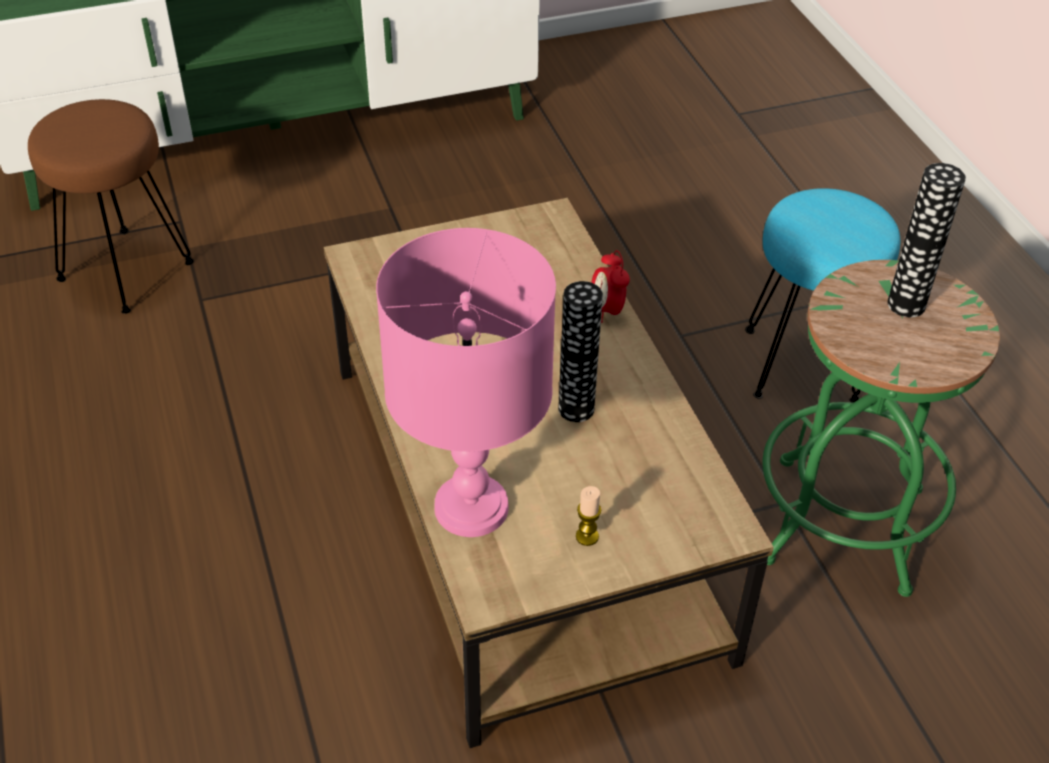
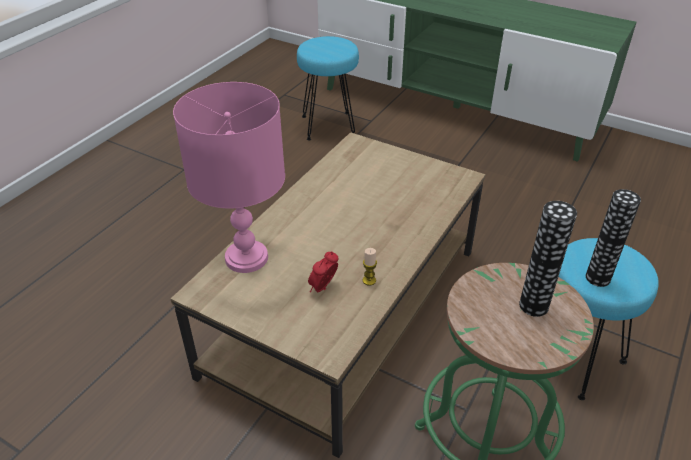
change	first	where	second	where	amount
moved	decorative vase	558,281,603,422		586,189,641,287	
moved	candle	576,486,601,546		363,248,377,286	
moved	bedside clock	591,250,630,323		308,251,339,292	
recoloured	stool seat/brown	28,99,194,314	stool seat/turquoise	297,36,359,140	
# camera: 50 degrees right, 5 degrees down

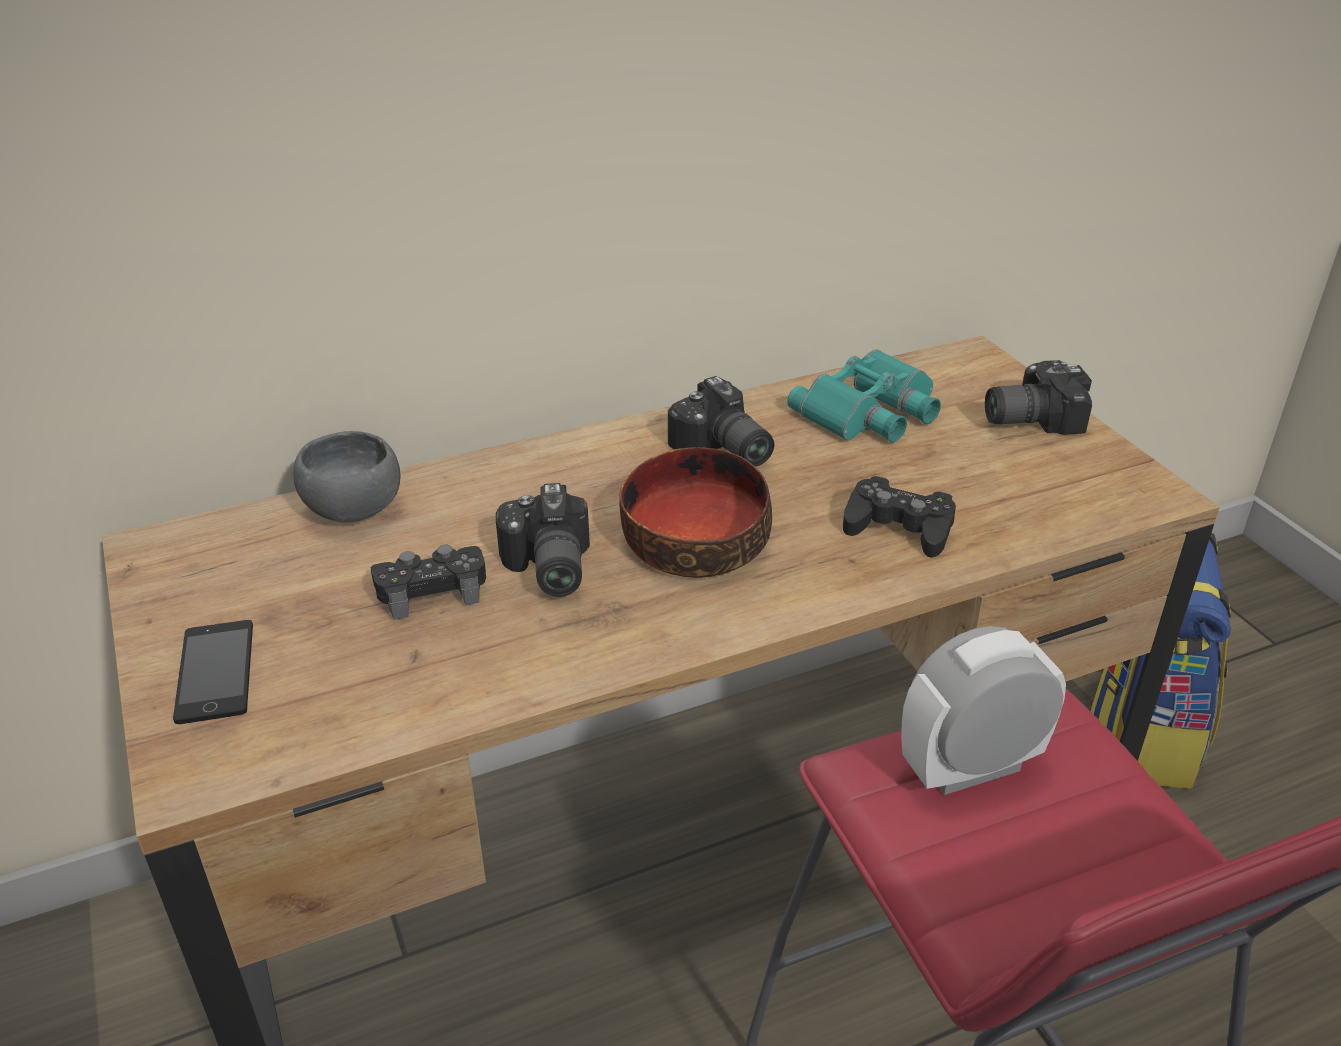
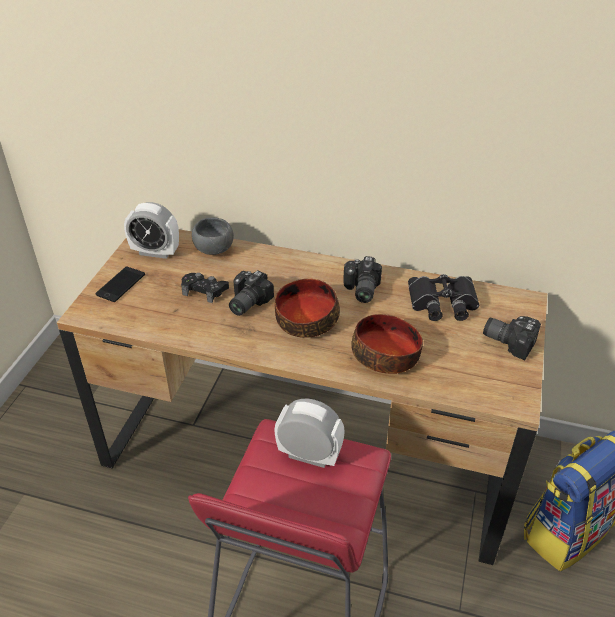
change	first	where	second	where	amount
added			bedside clock	124,202,179,259	
replaced	joypad/black-coloured	843,476,956,558	serving bowl	351,314,423,374	
recoloured	pair of binoculars/turquoise	787,349,941,443	pair of binoculars/black-coloured	408,274,479,321	
# camera: 40 degrees right, 5 degrees up

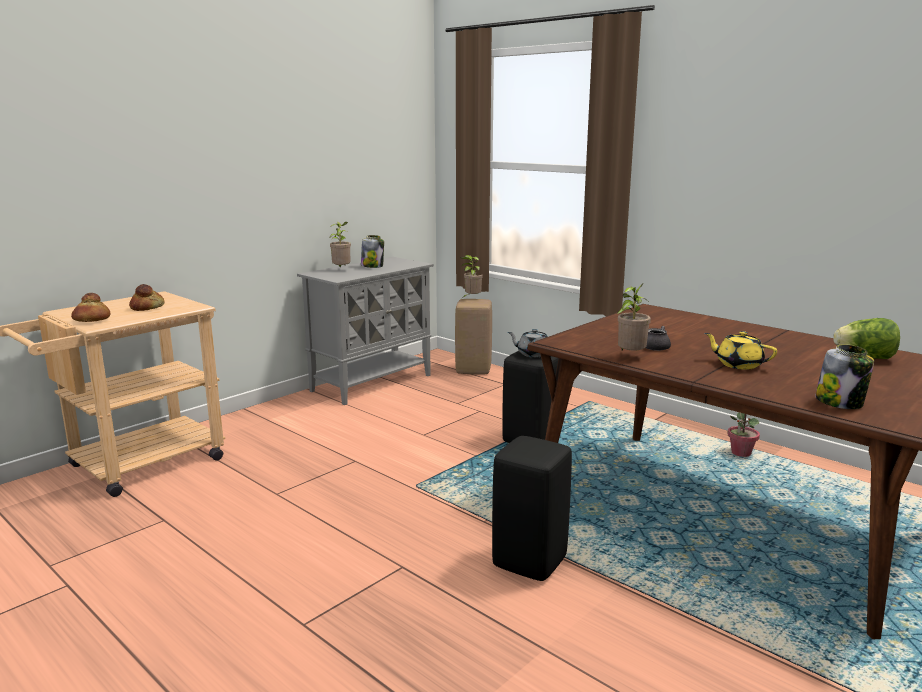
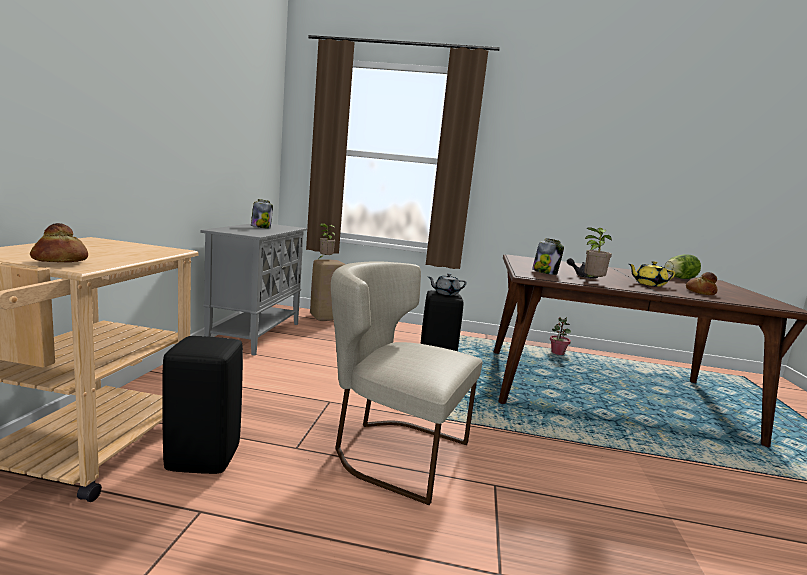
change	first	where	second	where	amount
removed	houseplant	330,222,351,268			
added			upright chair/beige	331,261,483,505	
moved	bakery bread	129,284,165,311		686,272,717,295	
moved	stool seat/black-coloured	492,436,572,581		162,336,243,474	
moved	storage jar	815,344,874,409		532,238,564,275	
# camera: 35 degrees left, 5 degrees down

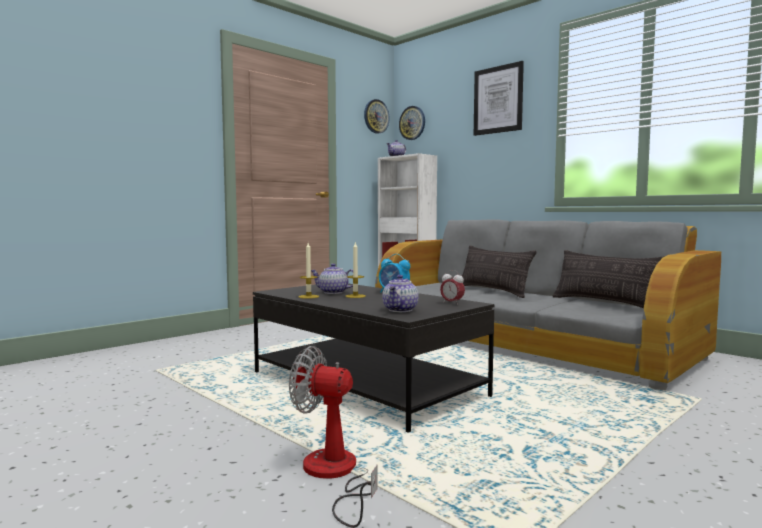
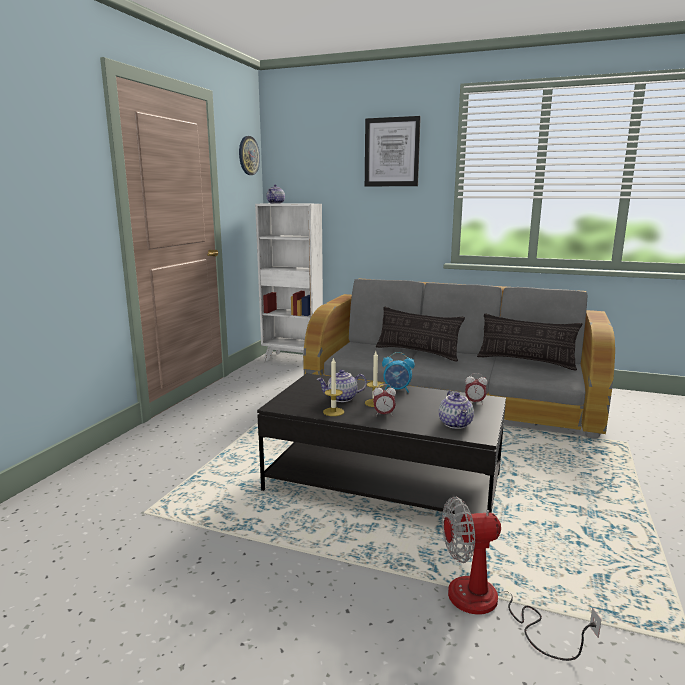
change	first	where	second	where	amount
removed	hanging clock	399,106,425,140			
added			bedside clock	373,384,396,416	
# camera: 25 degrees left, 10 degrees up

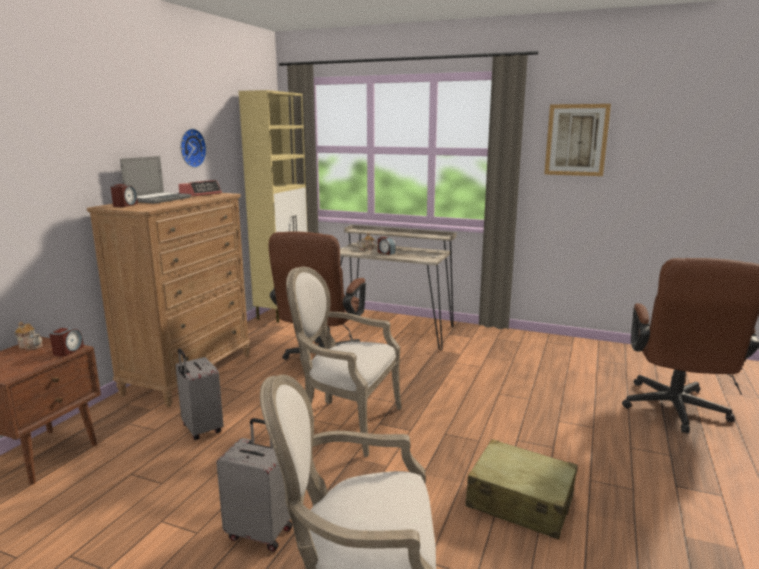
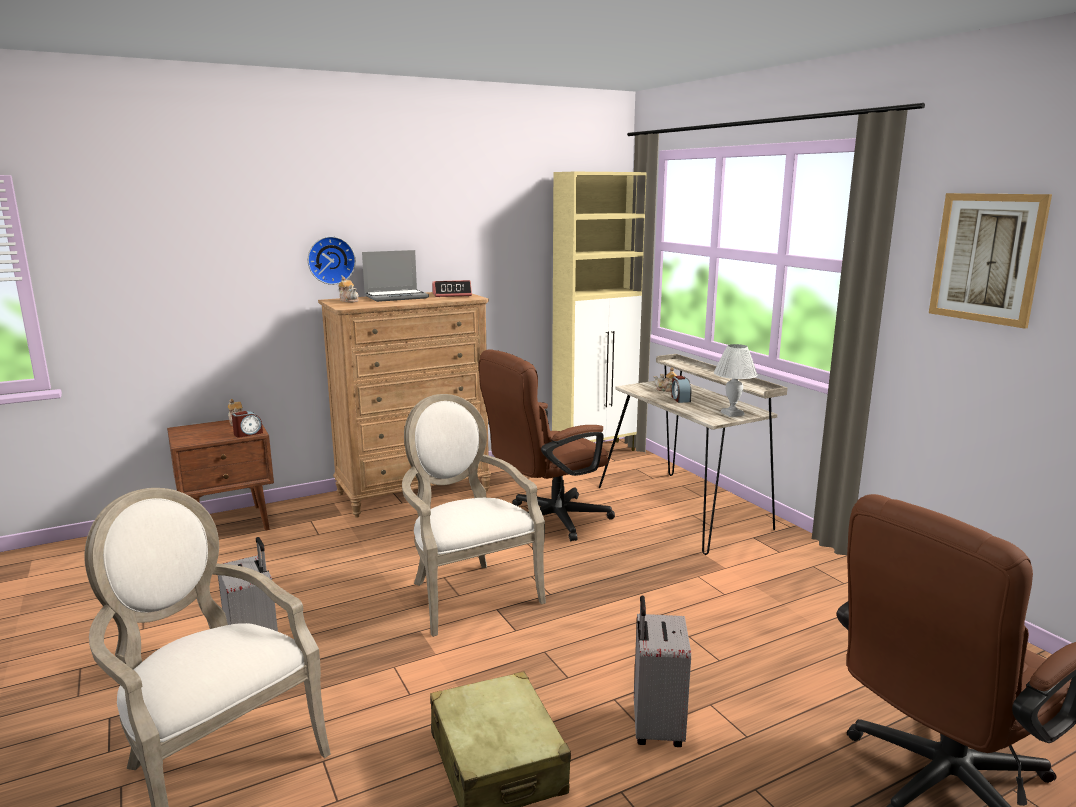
change	first	where	second	where	amount
added			tabletop lamp/white	714,344,757,417	
moved	piece of luggage/gray	175,348,223,440		634,596,691,747	
moved	hanging clock	180,128,207,168		308,236,356,285	
replaced	bedside clock	111,184,138,207	pot for tea	338,277,359,302	
# camera: 40 degrees right, 0 degrees up

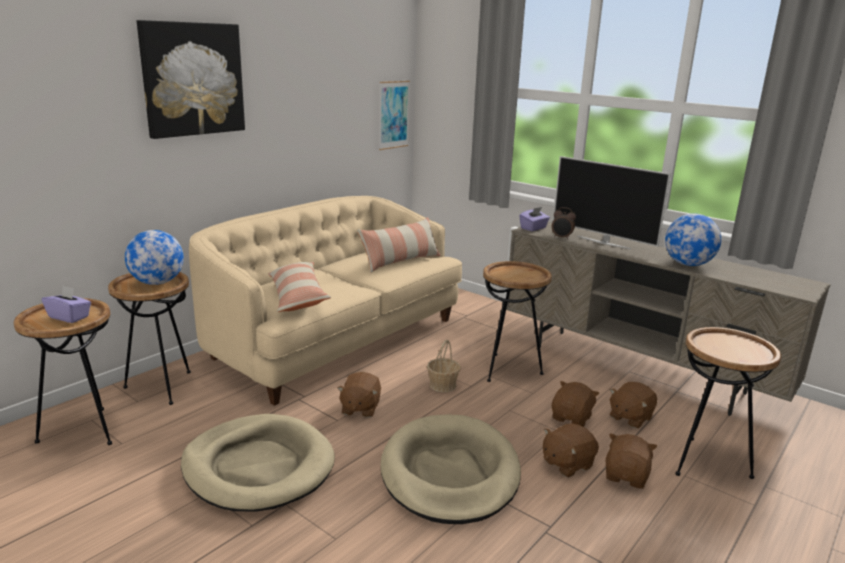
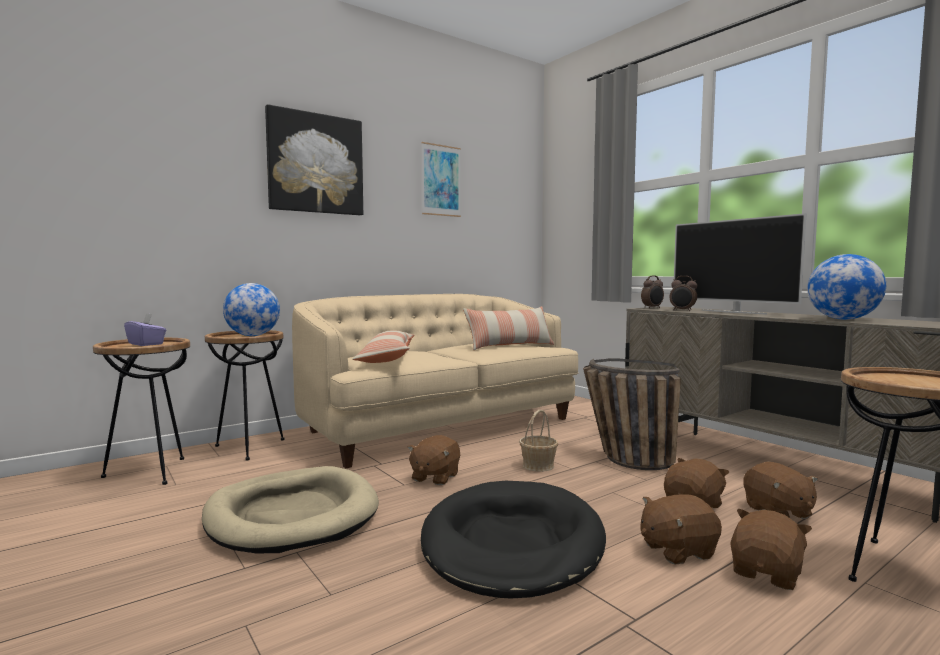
change	first	where	second	where	amount
moved	picture	379,81,410,150		422,142,461,217	
replaced	side table/brown	483,261,552,382	household basket	583,358,681,470	
replaced	box of tissues/purple-coloured	519,207,550,231	bedside clock	641,276,664,308	
recoloured	dog cushion/beige	380,414,521,524	dog cushion/black-coloured	421,481,606,599	
turned	plush toy/brown	610,382,657,428		743,461,818,519	75 degrees counterclockwise
# camera: 15 degrees right, 15 degrees down

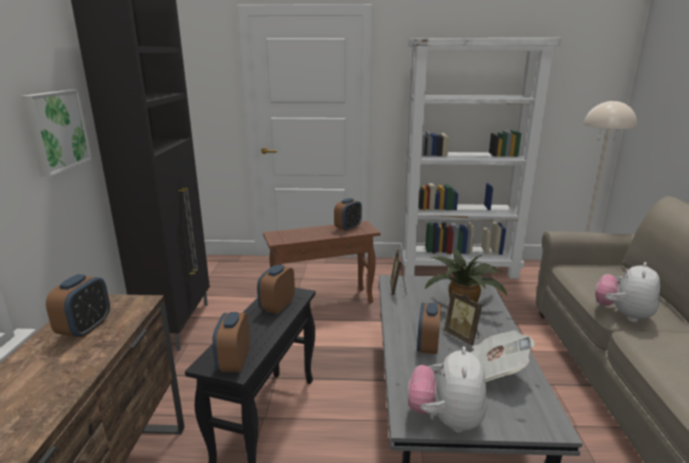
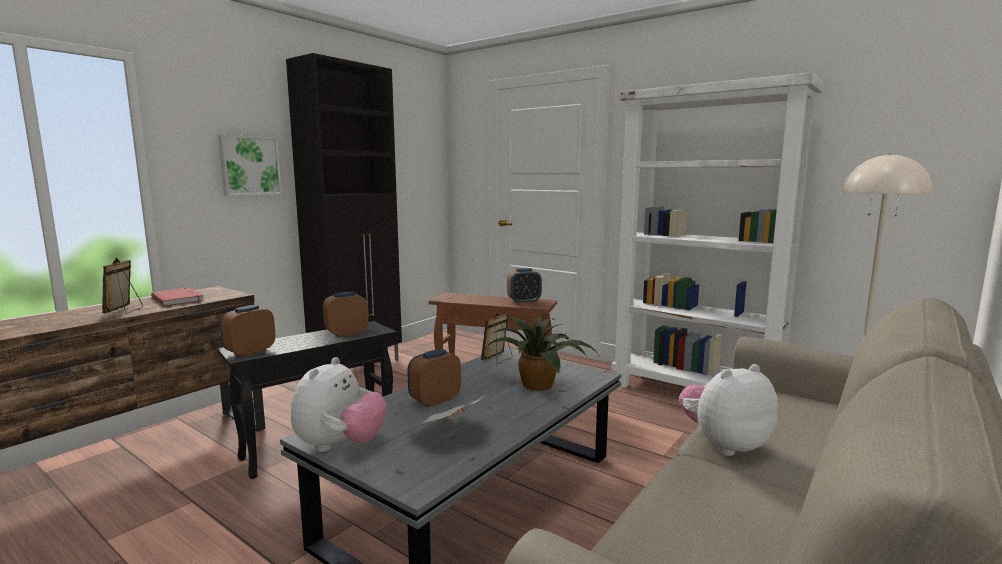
change	first	where	second	where	amount
moved	standing frame	444,291,482,346		102,258,143,314	
replaced	bedside clock	46,274,110,338	book/red-coloured	151,288,204,306	
turned	plush toy	408,346,487,432		291,357,387,452	150 degrees clockwise
# camera: 35 degrees right, 10 degrees down

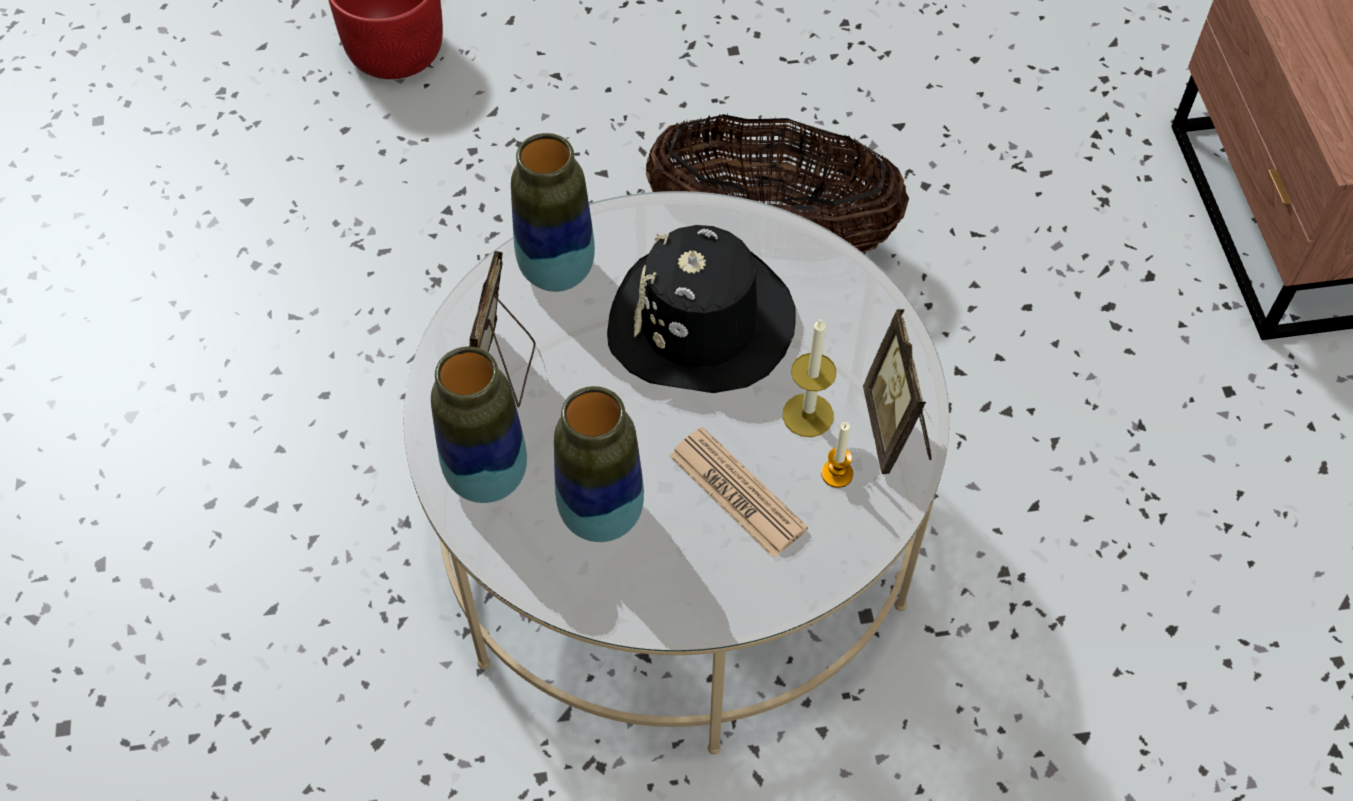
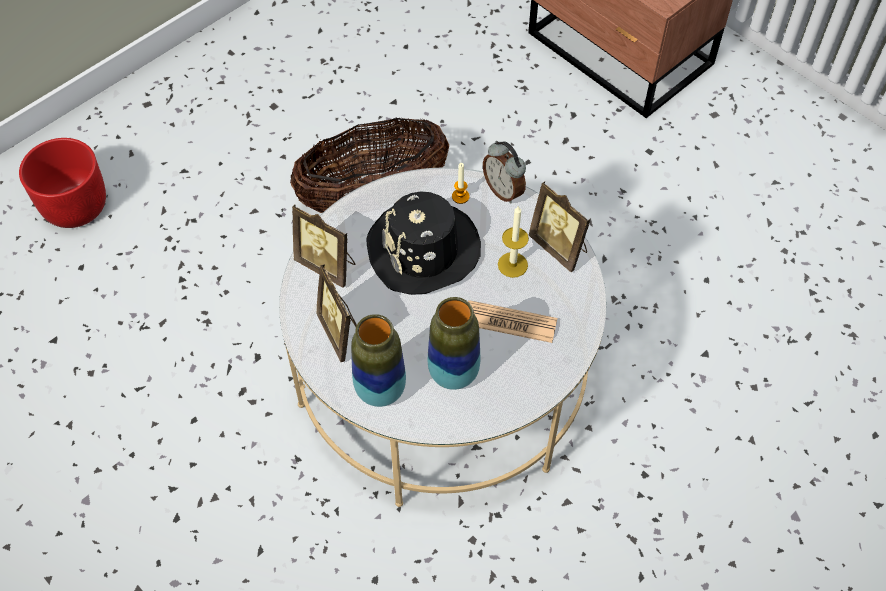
change	first	where	second	where	amount
added			bedside clock	483,141,526,203	
moved	candle	821,422,853,488		452,163,469,204	
replaced	decorative vase	511,133,595,292	standing frame	292,204,355,288	
# camera: 35 degrees left, 0 degrees up

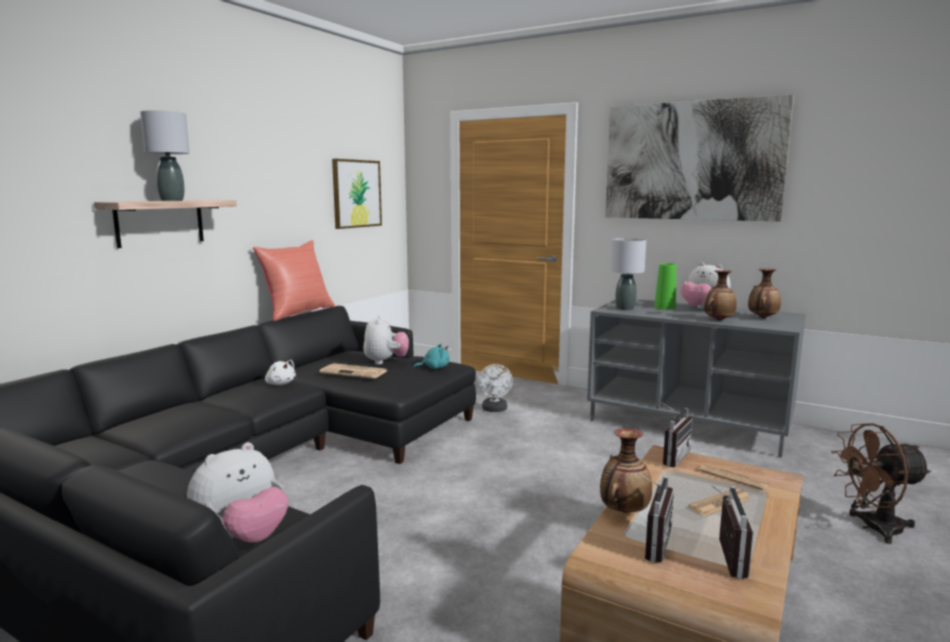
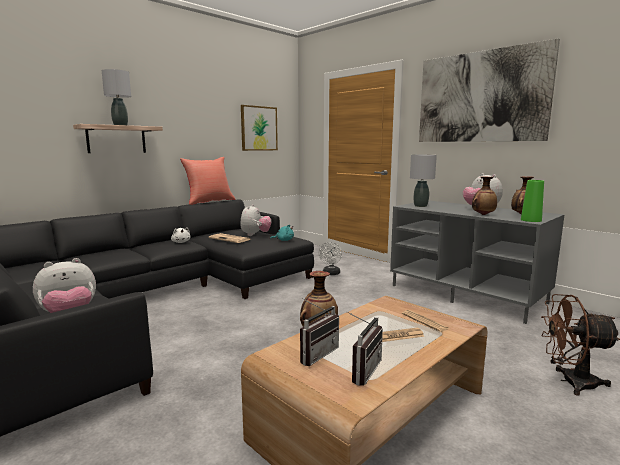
change	first	where	second	where	amount
removed	radio set	659,401,693,467			
moved	decorative vase/green-coloured	654,263,676,310		521,180,544,222	
# camera: 15 degrees right, 0 degrees up

